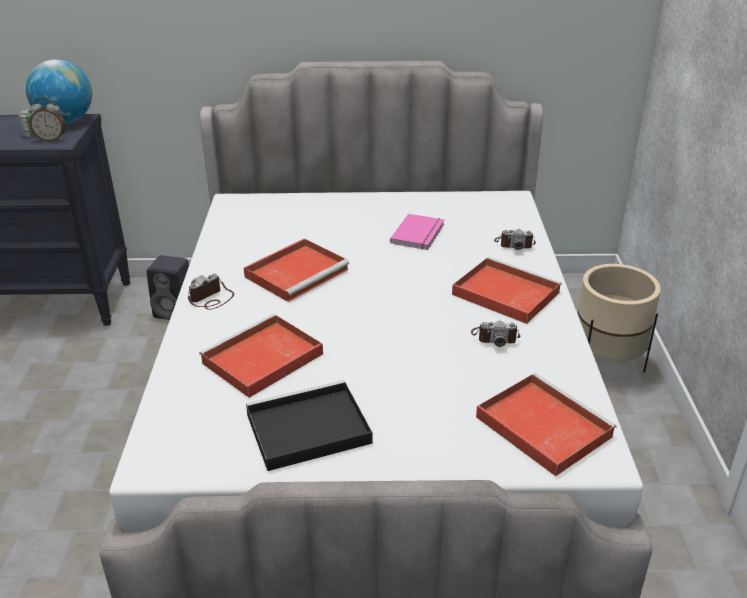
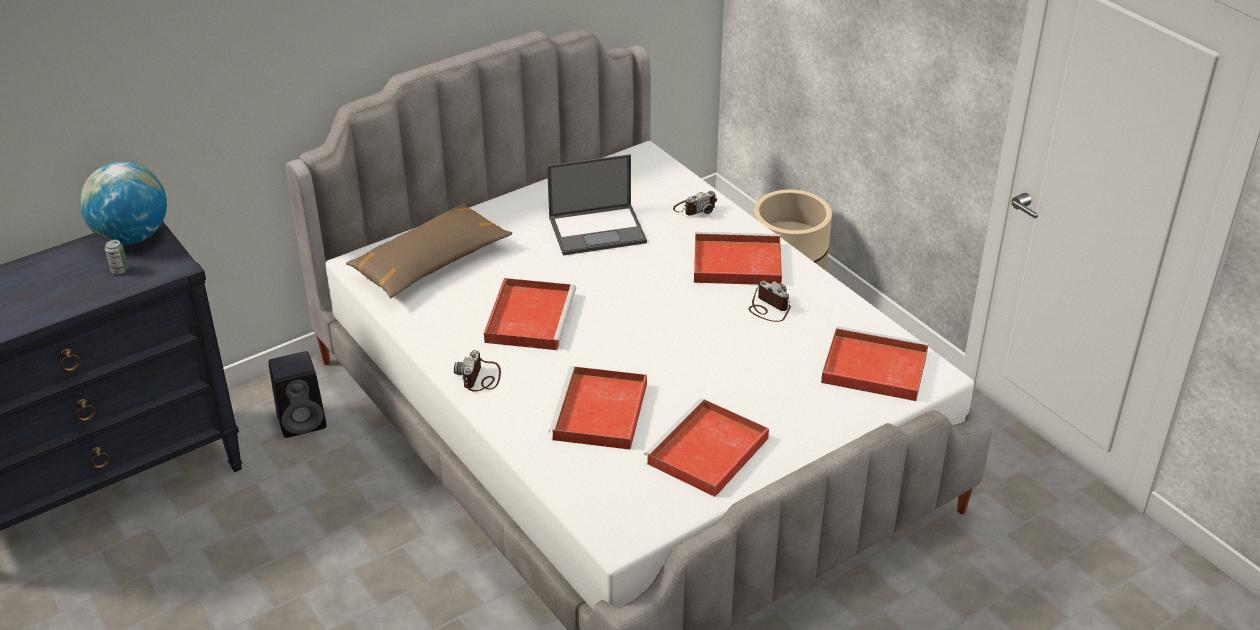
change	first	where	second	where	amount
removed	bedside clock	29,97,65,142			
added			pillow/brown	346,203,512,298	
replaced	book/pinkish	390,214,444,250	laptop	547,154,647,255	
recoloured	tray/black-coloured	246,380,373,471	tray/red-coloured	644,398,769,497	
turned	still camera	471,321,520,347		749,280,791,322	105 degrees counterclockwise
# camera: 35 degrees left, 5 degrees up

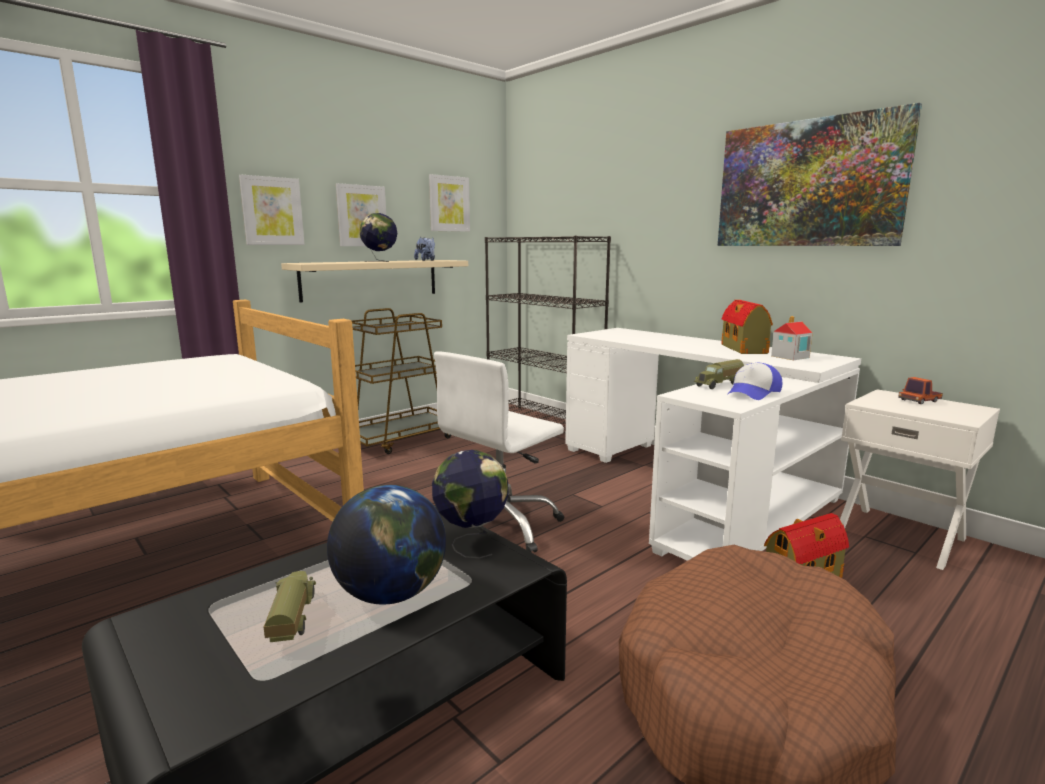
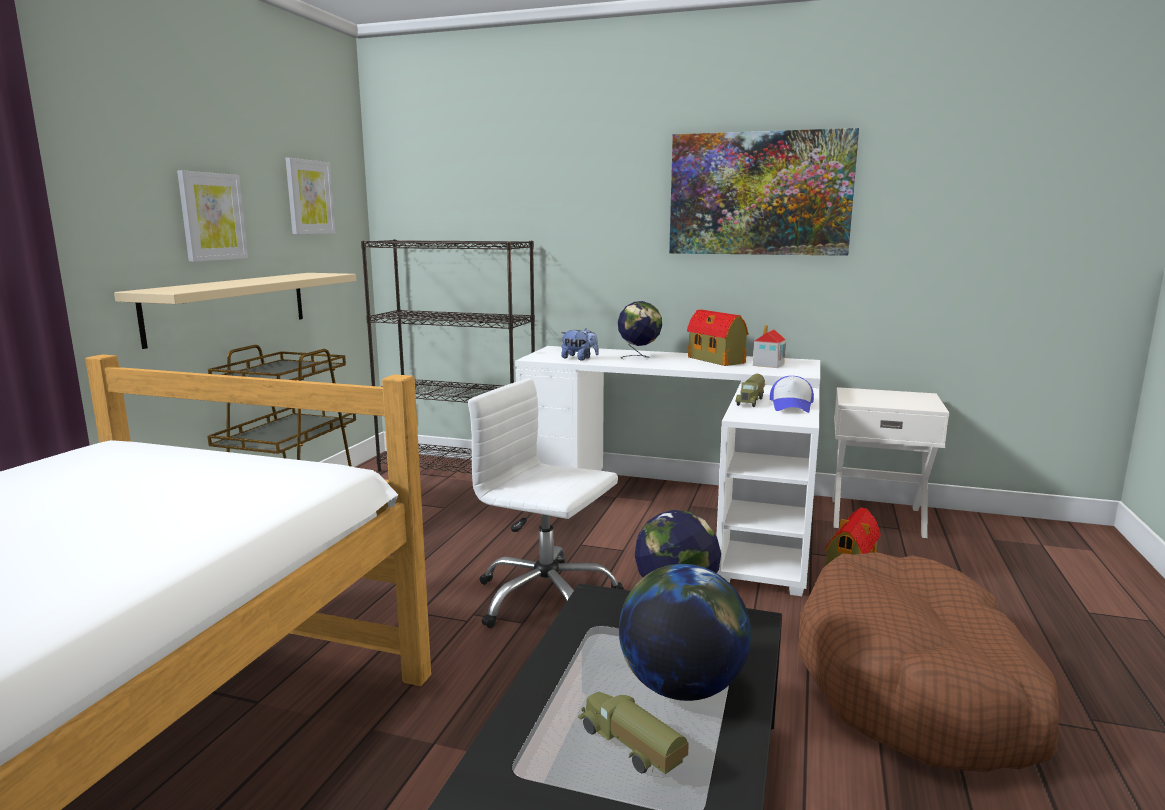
change	first	where	second	where	amount
removed	picture	239,175,305,245			
removed	toy truck	898,377,943,404			
moved	world globe	359,213,397,262		618,301,662,359	
moved	plush toy	414,237,435,261		561,329,599,360	
turned	computer chair/white	434,351,564,553		468,378,624,628	105 degrees clockwise
# camera: 30 degrees left, 0 degrees up

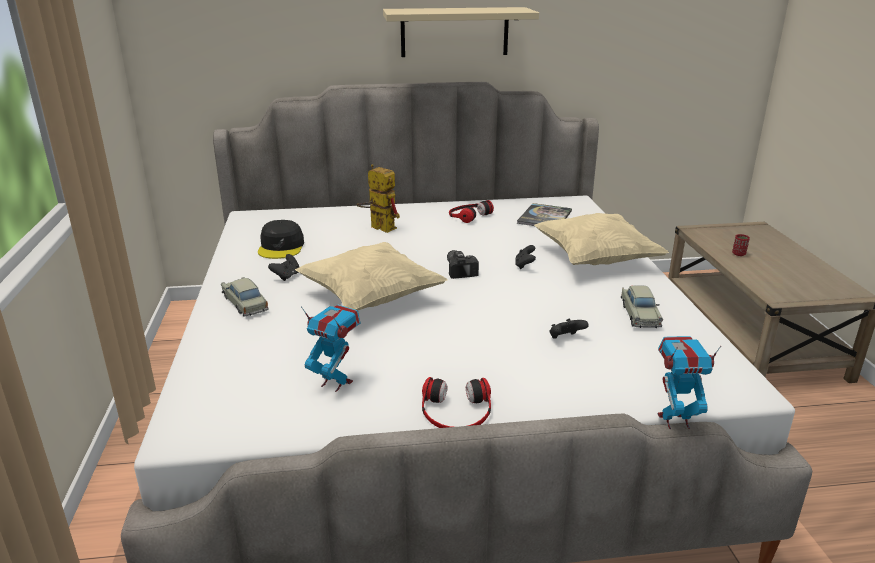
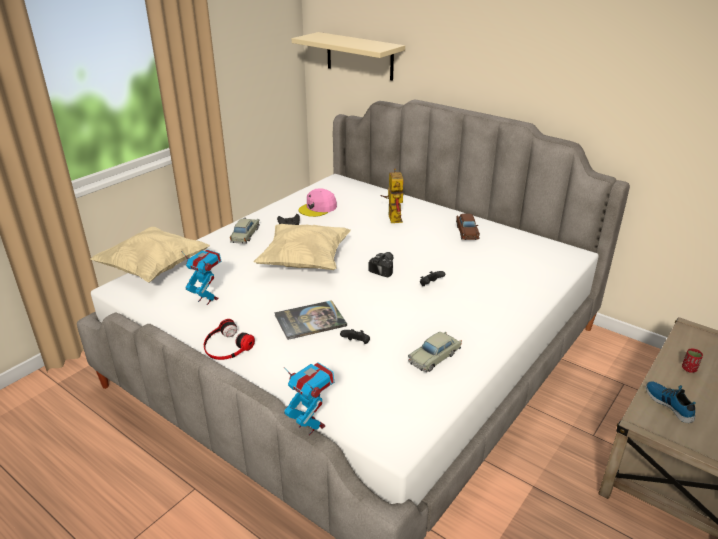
change	first	where	second	where	amount
added			shoe	646,381,696,423	
moved	wall shelf/beige	383,7,539,57		291,32,405,81	
moved	book	517,203,572,226		274,300,347,340	
moved	pillow/beige	534,213,669,265		90,227,210,283	
replaced	headset	449,200,494,223	toy car/brown	456,214,480,240	
recoloured	peaked cap/black-coloured	258,220,304,259	peaked cap/pinkish	299,188,337,217	
turned	model robot	301,305,361,392		181,249,221,305	45 degrees counterclockwise
# camera: 45 degrees right, 5 degrees up

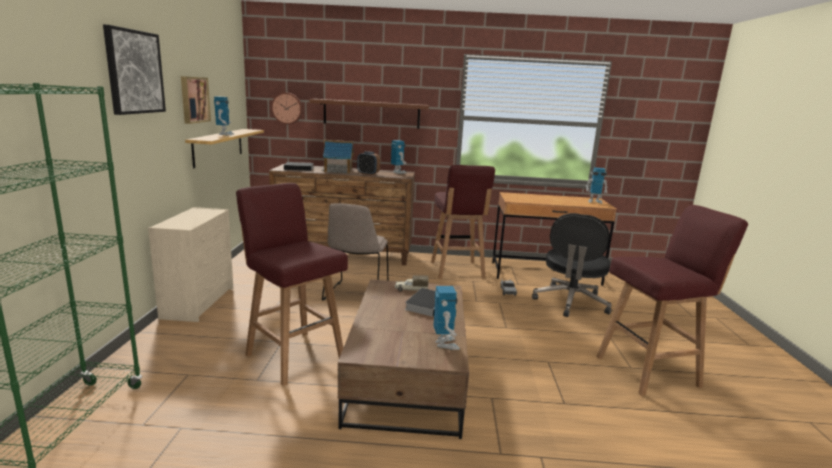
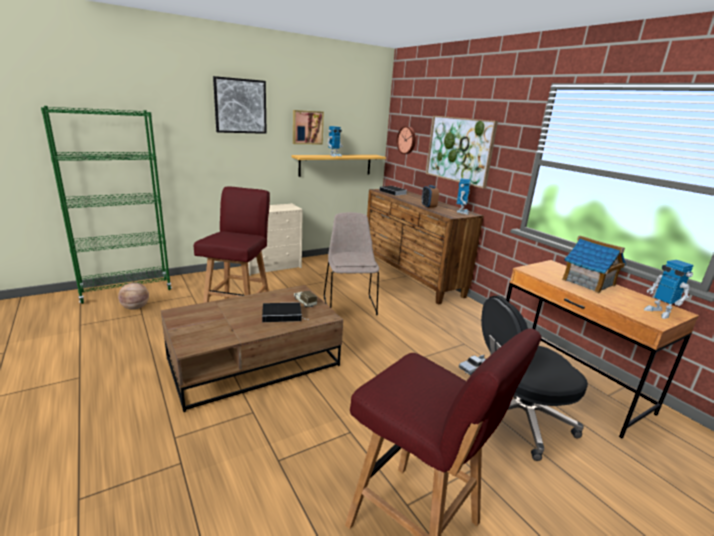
change	first	where	second	where	amount
removed	stool seat/red-coloured	431,165,495,279			
removed	model robot	433,286,460,350			
added			basketball ball	118,282,149,310	
moved	model house	322,140,354,174		562,236,626,293	
replaced	wall shelf/brown	309,99,429,129	picture	426,116,498,189	
turned	upright chair/beige	322,203,388,300		324,212,379,315	105 degrees clockwise
# camera: 55 degrees right, 5 degrees up

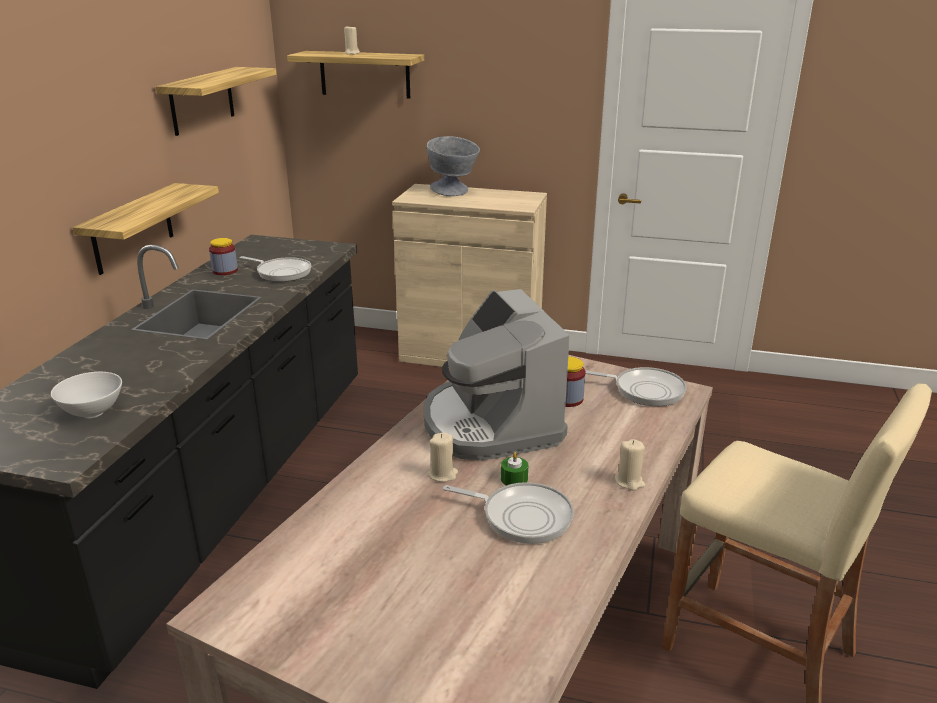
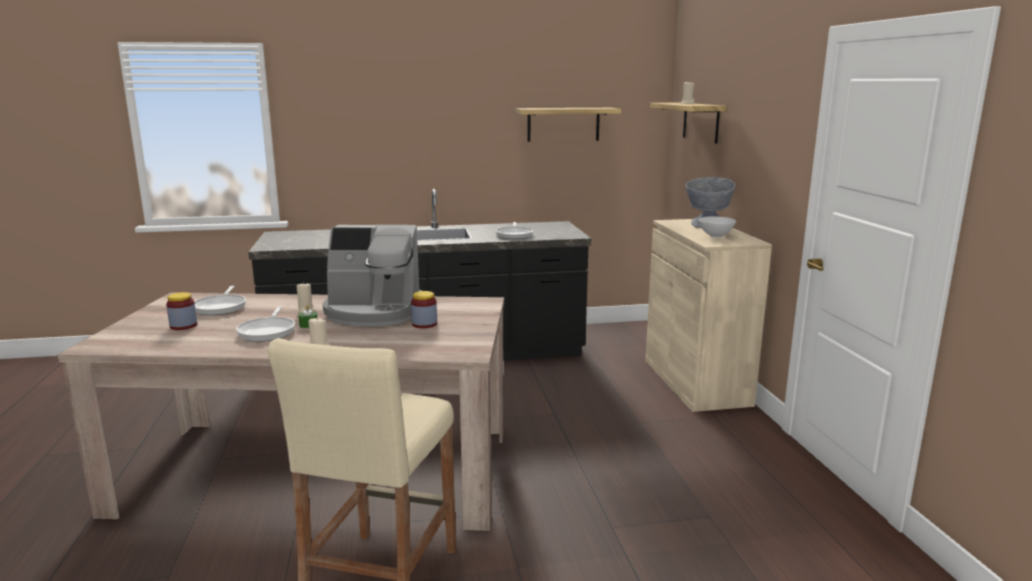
change	first	where	second	where	amount
removed	wall shelf	73,183,219,275			
moved	serving bowl/white	51,372,122,418		699,217,736,238	
moved	storage jar	209,238,238,275		166,292,197,330	
moved	frying pan	585,367,687,406		194,286,246,315	
turned	coffee brewer	423,289,569,460		323,225,422,326	135 degrees counterclockwise
# camera: 65 degrees right, 10 degrees down

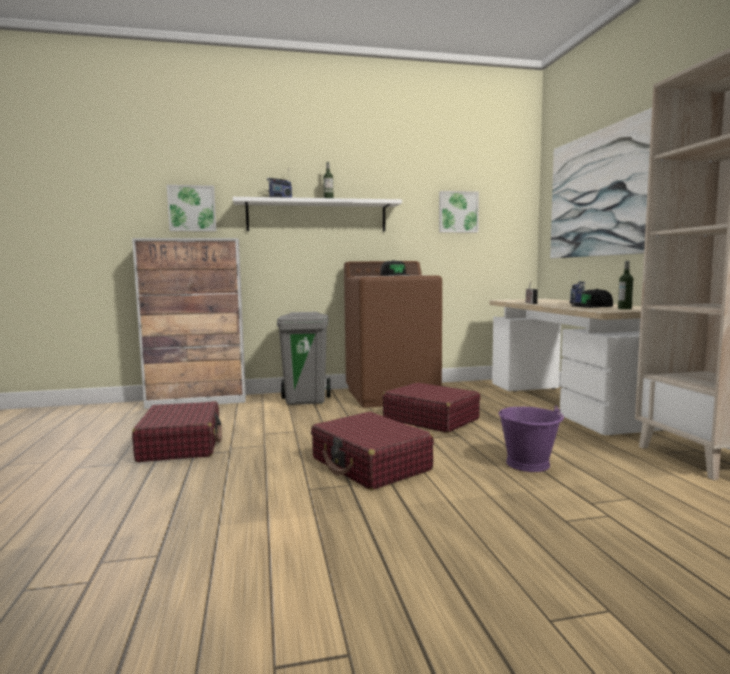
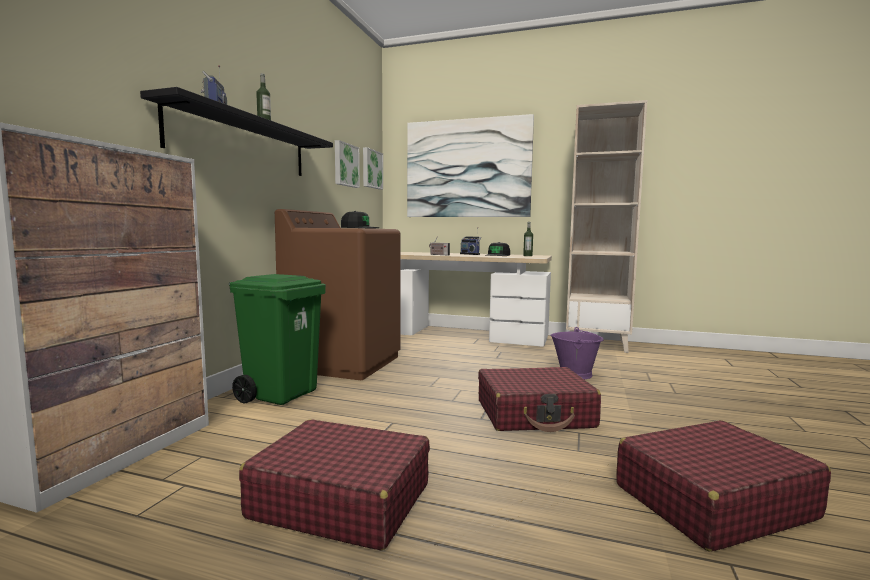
change	first	where	second	where	amount
moved	picture	167,185,216,231		363,147,383,190	
moved	piece of luggage/red-coloured	382,382,480,433		616,420,831,552	
recoloured	wall shelf/white	233,197,402,232	wall shelf/black-coloured	140,87,333,176	
recoloured	rubbish bin/gray	277,312,331,405	rubbish bin/green-coloured	229,274,326,405	
# camera: 60 degrees left, 0 degrees up

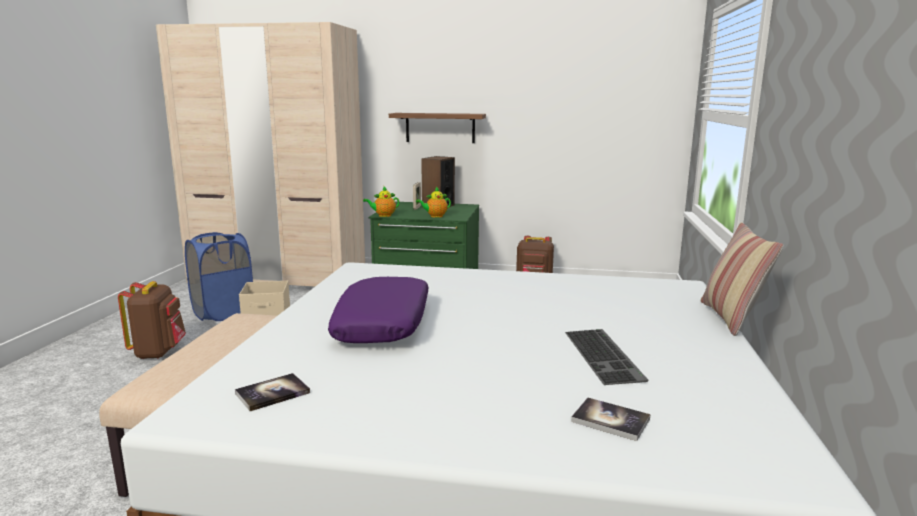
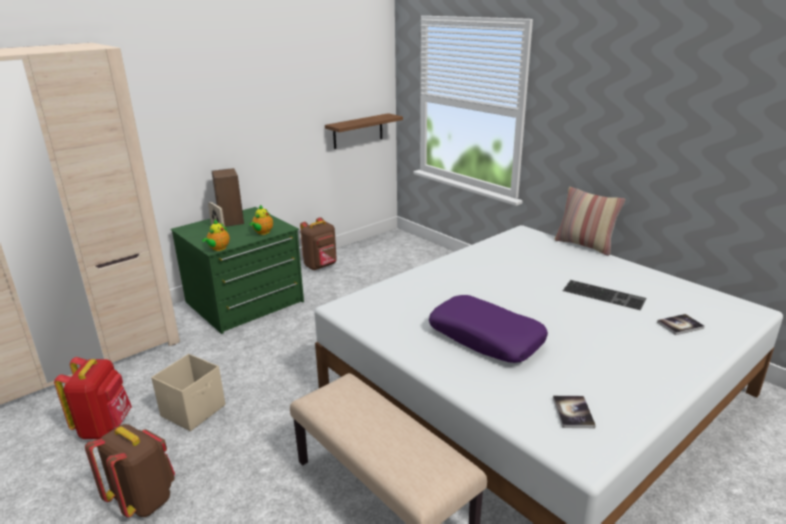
change	first	where	second	where	amount
moved	wall shelf	389,113,486,143		325,113,403,149	
replaced	hamper/blue	185,232,253,321	rucksack/red-coloured	54,357,132,439	
# camera: 50 degrees left, 10 degrees up

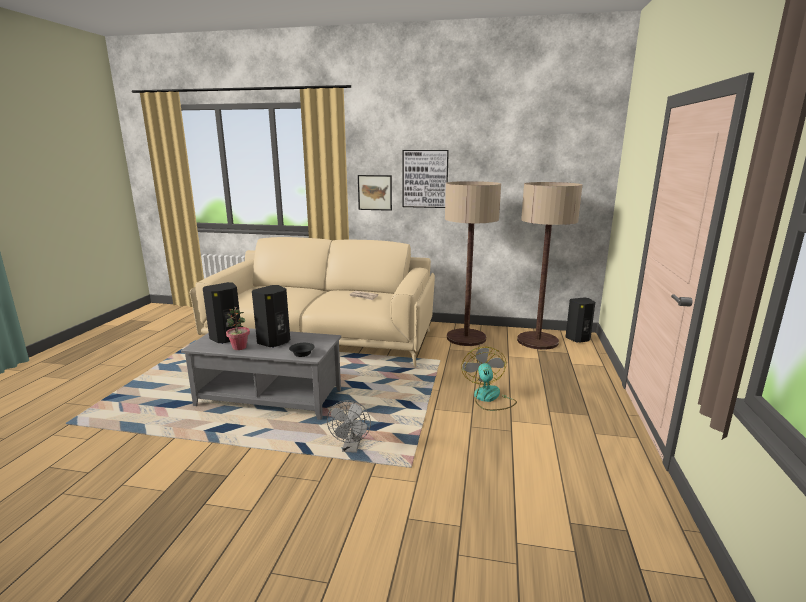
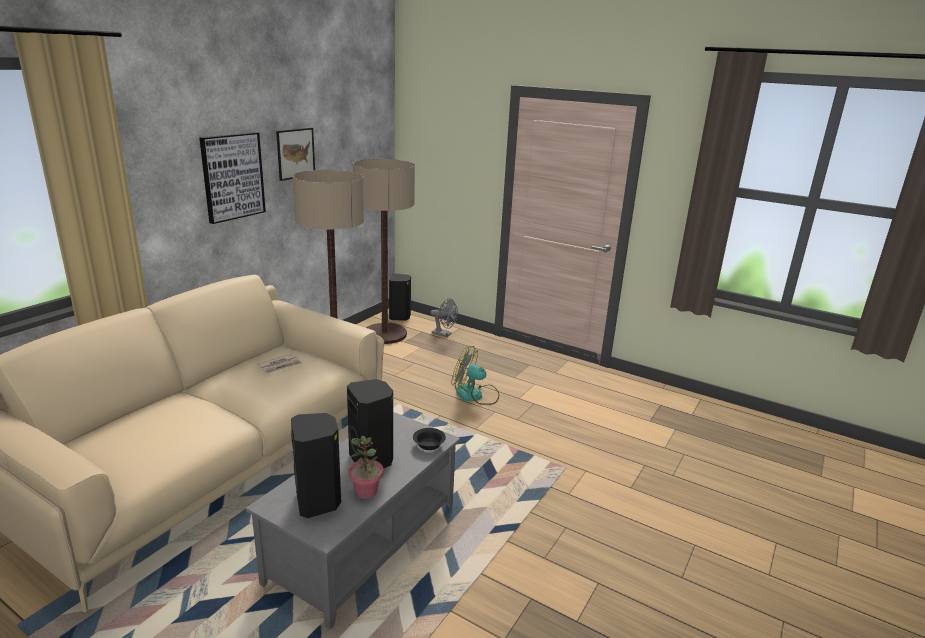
change	first	where	second	where	amount
moved	fan/gray	327,400,371,453		431,298,458,337	
moved	picture	358,175,392,211		276,128,315,181	
# camera: 70 degrees left, 5 degrees up

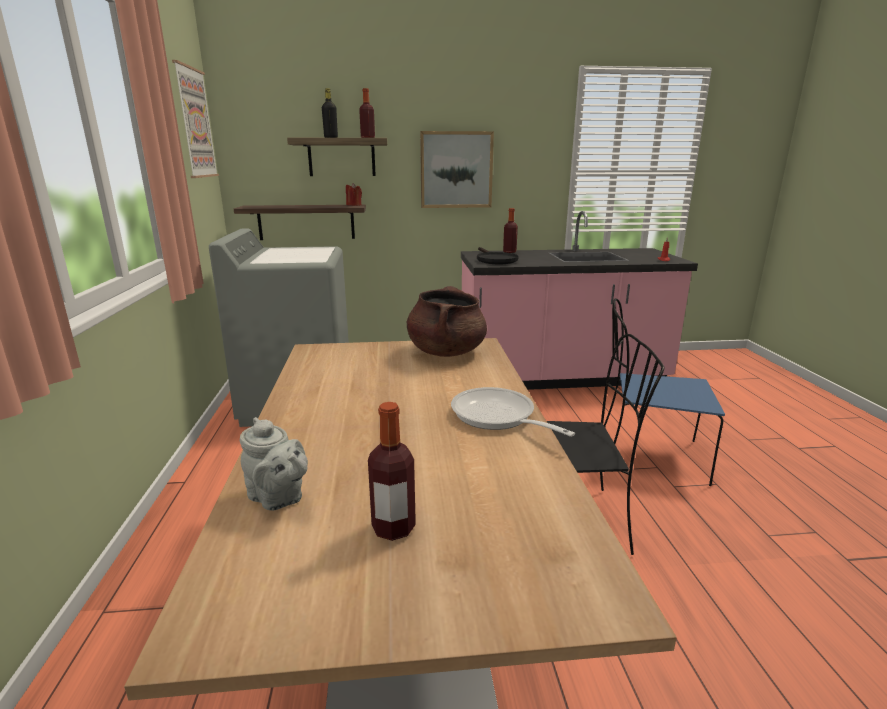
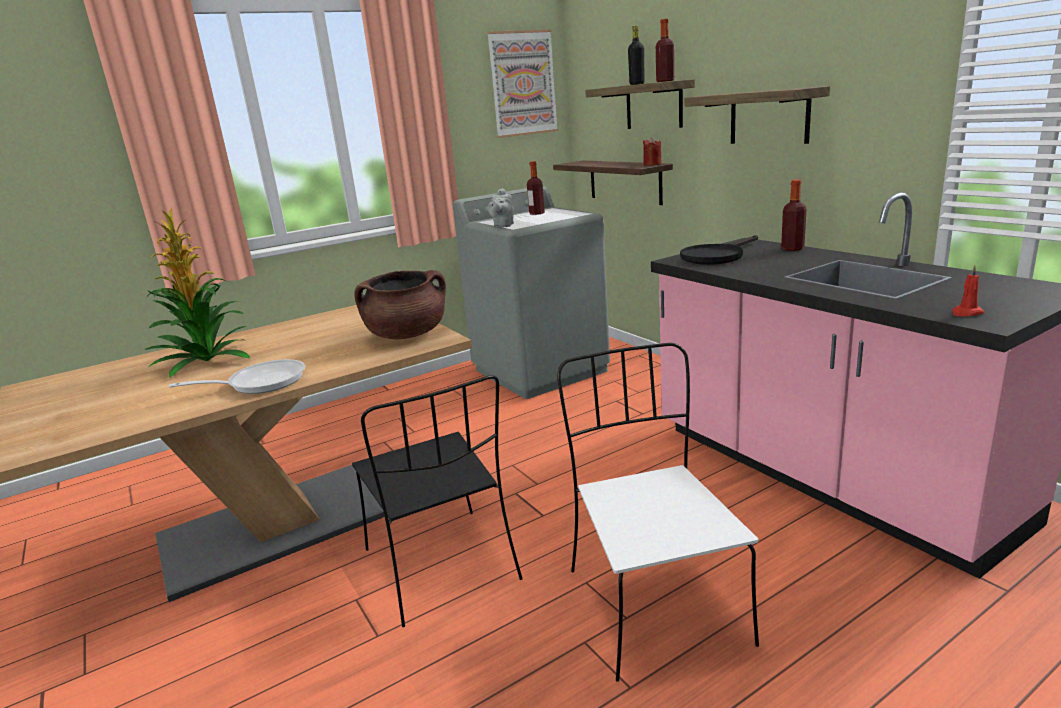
change	first	where	second	where	amount
added			houseplant	145,208,250,378	
moved	pot for tea/gray	240,417,308,511		488,188,514,227	
moved	drink bottle	368,402,416,541		527,161,545,215	
replaced	picture	420,131,494,208	wall shelf	684,86,830,144	
recoloured	upright chair/blue	604,298,725,486	upright chair/white	557,343,759,682	
turned	frying pan	451,387,575,437		169,359,305,394	45 degrees clockwise
# camera: 65 degrees right, 0 degrees up

